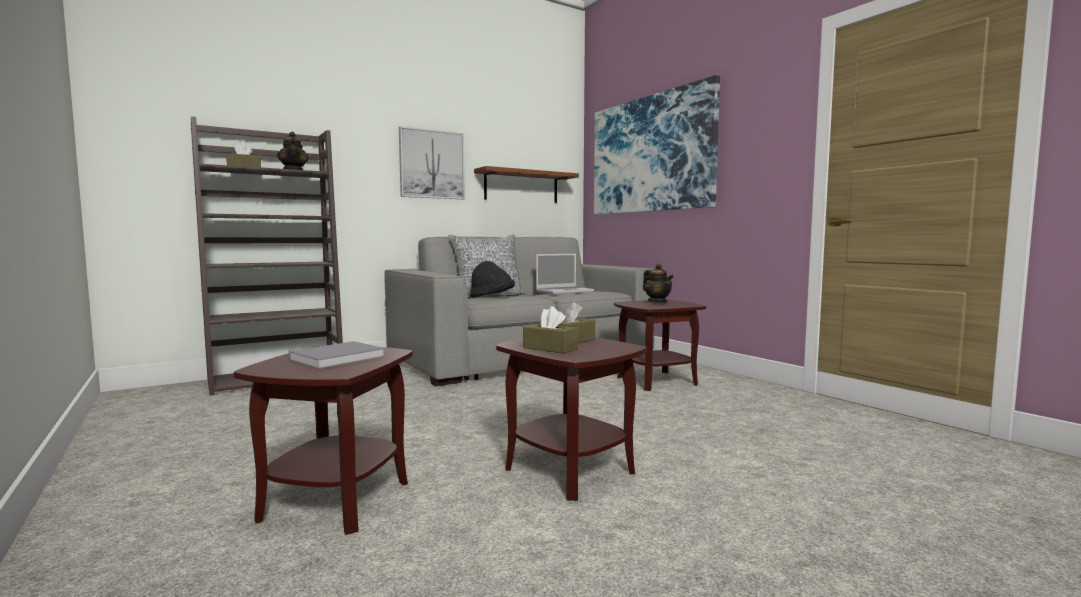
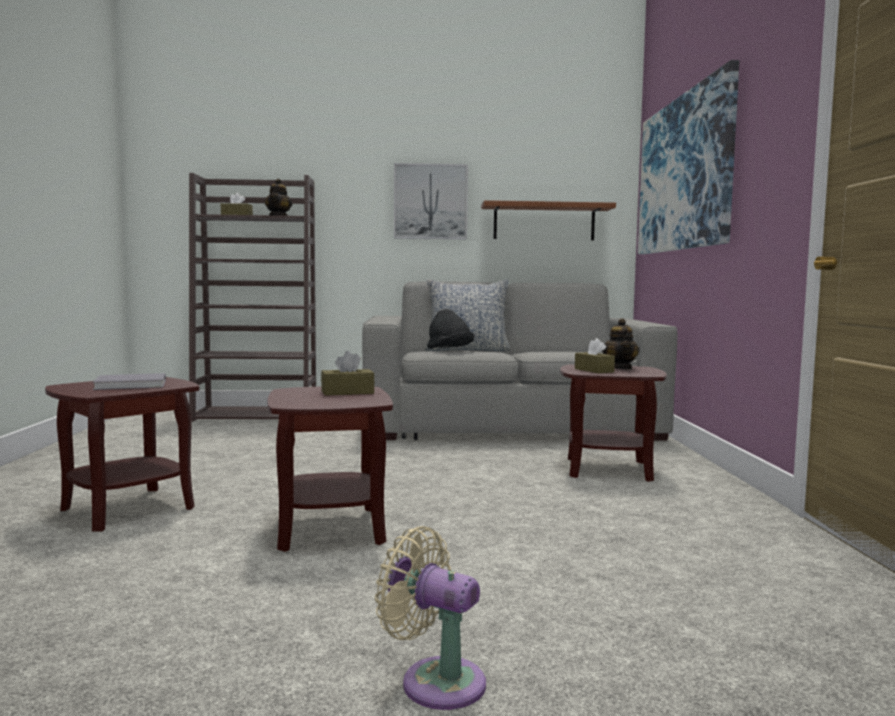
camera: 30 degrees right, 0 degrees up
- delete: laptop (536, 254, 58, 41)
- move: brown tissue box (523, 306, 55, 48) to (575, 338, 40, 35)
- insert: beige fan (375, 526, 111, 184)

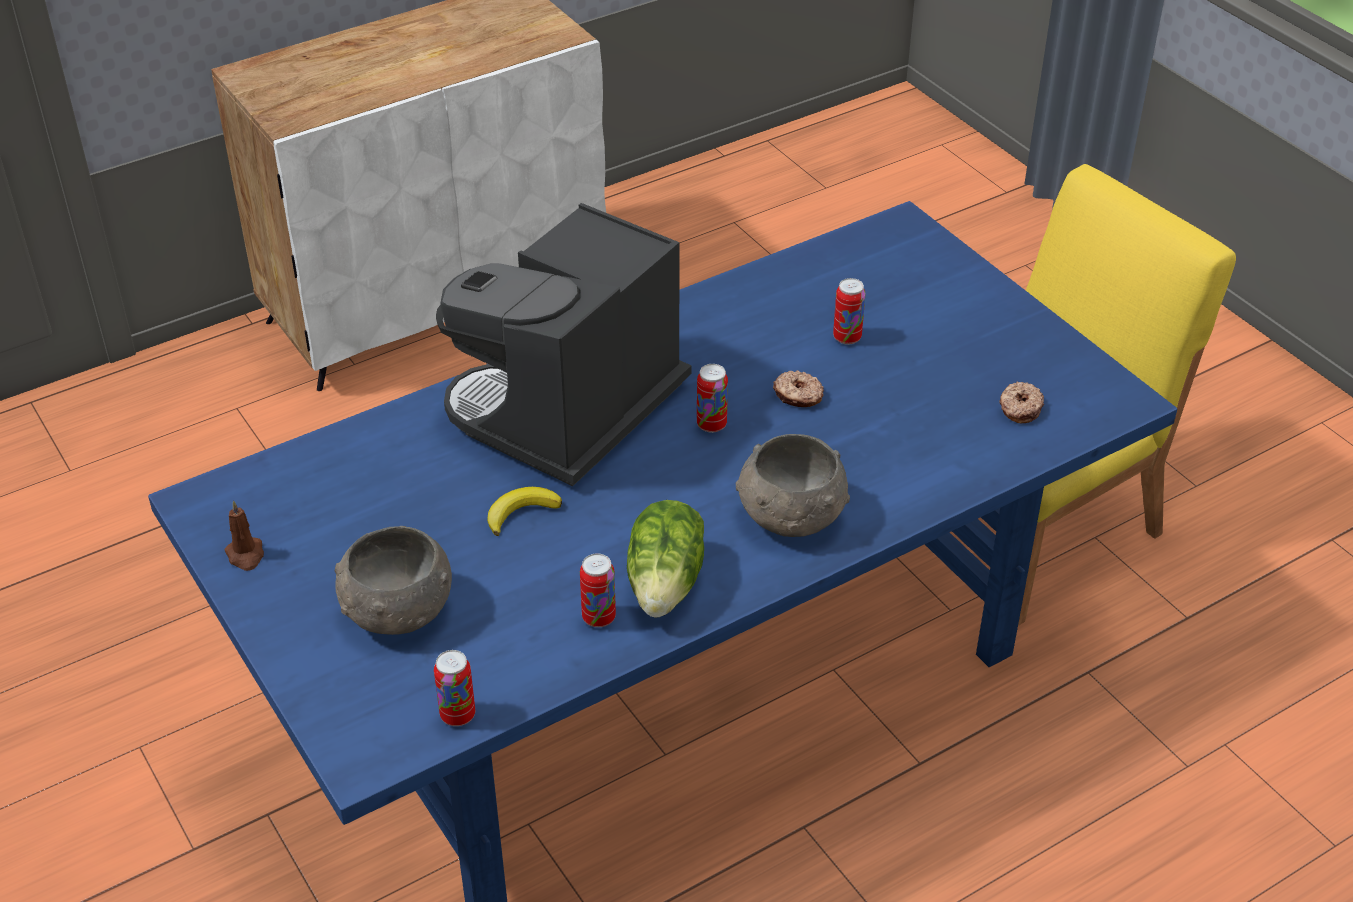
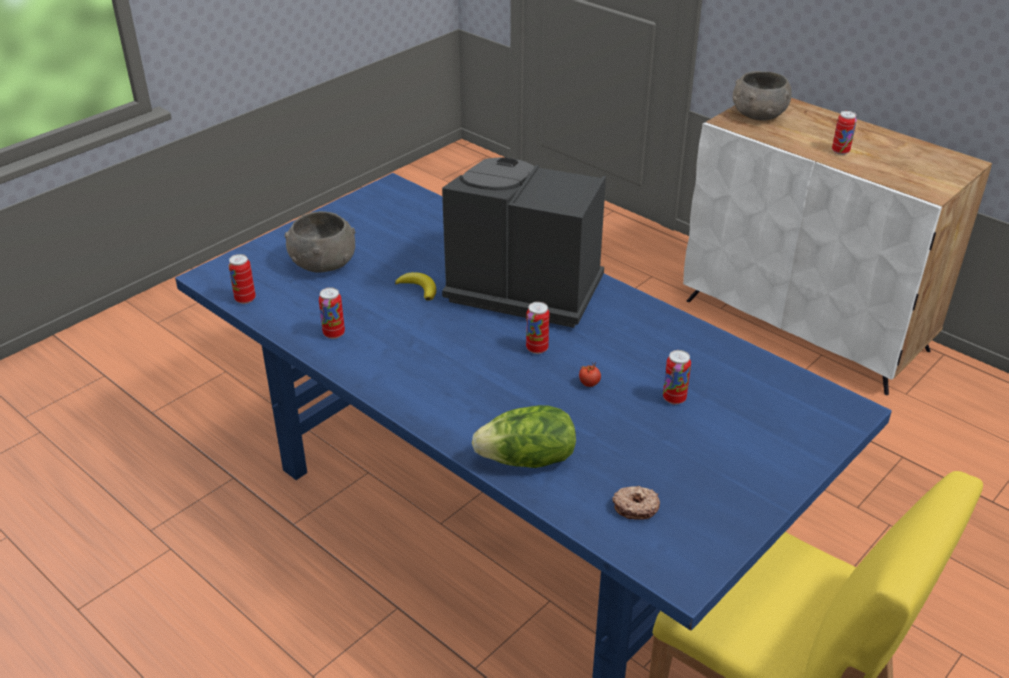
camera: 75 degrees right, 5 degrees down
- replace: ring doughnut (773, 370, 51, 37) to whole tomato (579, 363, 22, 24)
- move: greyish deep dish (736, 434, 114, 103) to (733, 71, 59, 50)
- delete: brown wax candle (224, 500, 40, 71)
- move: lettuce head (627, 500, 77, 117) to (472, 405, 104, 63)
- insert: sealed can (832, 111, 25, 44)

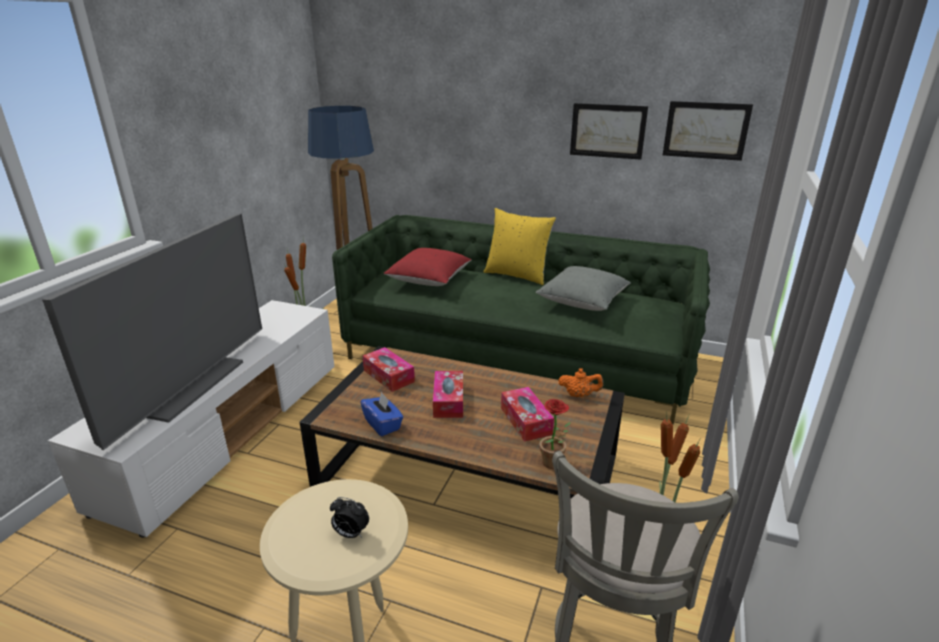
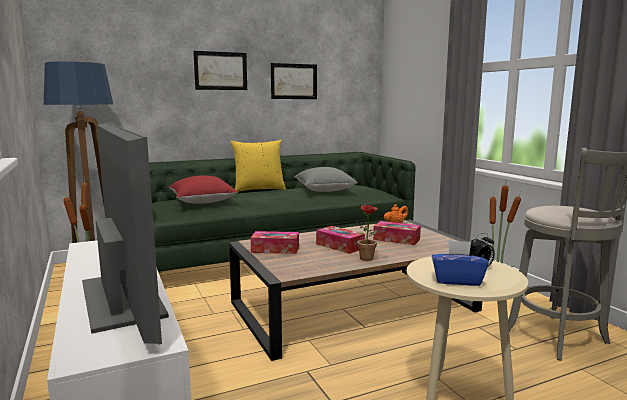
camera: 45 degrees left, 15 degrees down
- move: wall picture (663, 101, 90, 60) to (193, 51, 54, 39)
- move: blue-coloured tissue box (360, 391, 43, 45) to (432, 240, 57, 46)
- move: plant in a pot (538, 399, 33, 70) to (356, 205, 31, 56)

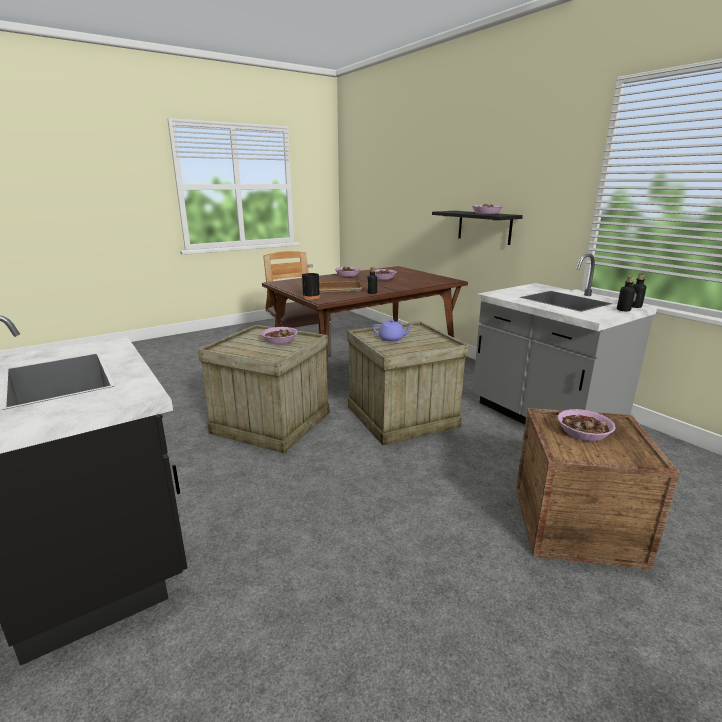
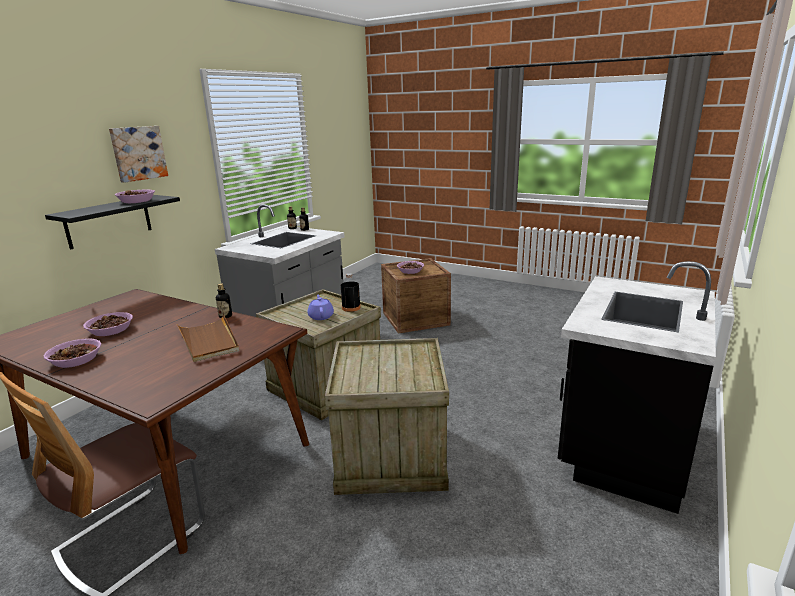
camera: 115 degrees left, 0 degrees up
- move: black-coloured bottle (302, 264, 18, 36) to (341, 273, 20, 39)
- delete: deep dish (261, 327, 37, 17)
- insert: wall picture (109, 126, 59, 57)

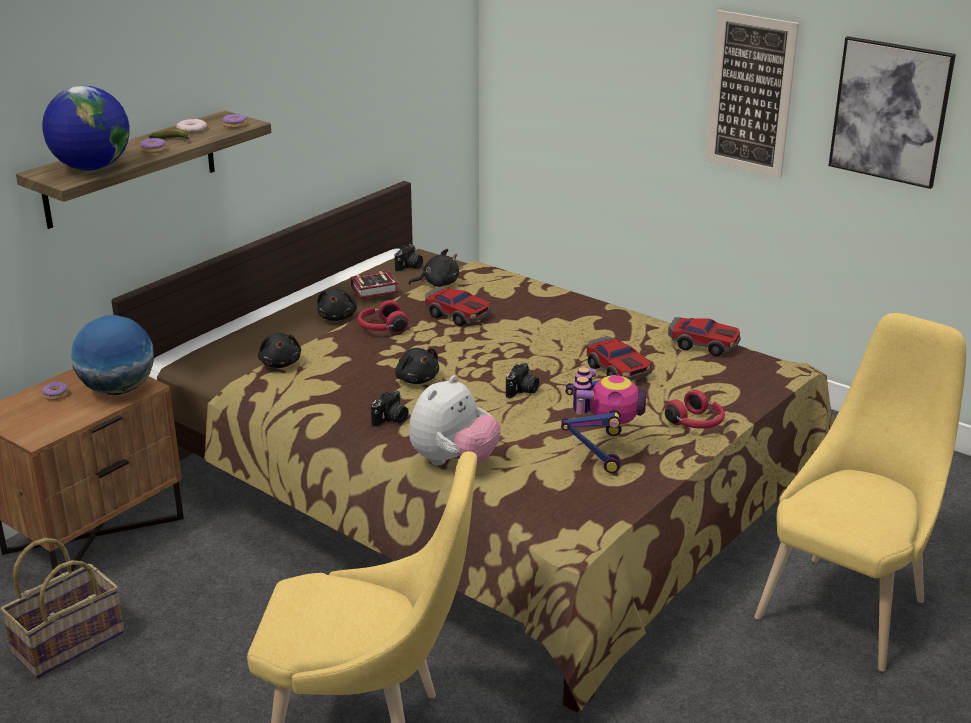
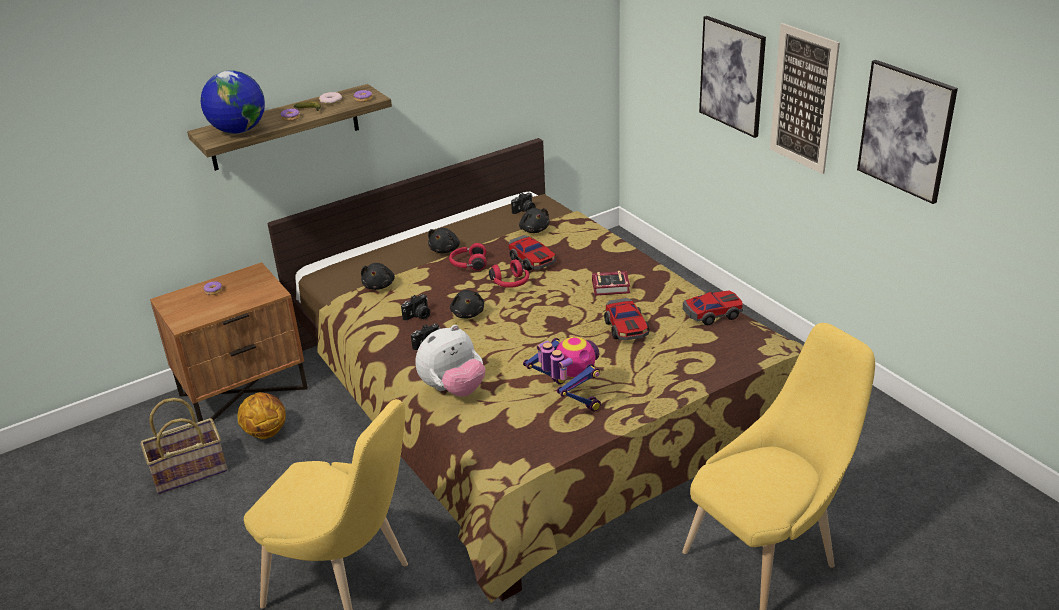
camera: 20 degrees right, 5 degrees up
- rotate: black-coloured cuddly toy (408, 249, 51, 38) = (519, 208, 31, 25) 60 degrees clockwise
- move: book (351, 271, 48, 28) to (592, 271, 38, 25)
- delete: desk globe (71, 315, 83, 80)
- rotate: model car (668, 317, 73, 39) = (683, 291, 60, 34) 60 degrees counterclockwise
- move: photo camera (506, 363, 33, 35) to (401, 294, 29, 27)
- rotate: robot figure (561, 367, 87, 106) = (523, 337, 78, 75) 60 degrees counterclockwise
- move: red headset (665, 389, 60, 40) to (489, 259, 40, 29)
- insert: wall picture (699, 16, 67, 122)
- insert: basketball (237, 392, 49, 47)

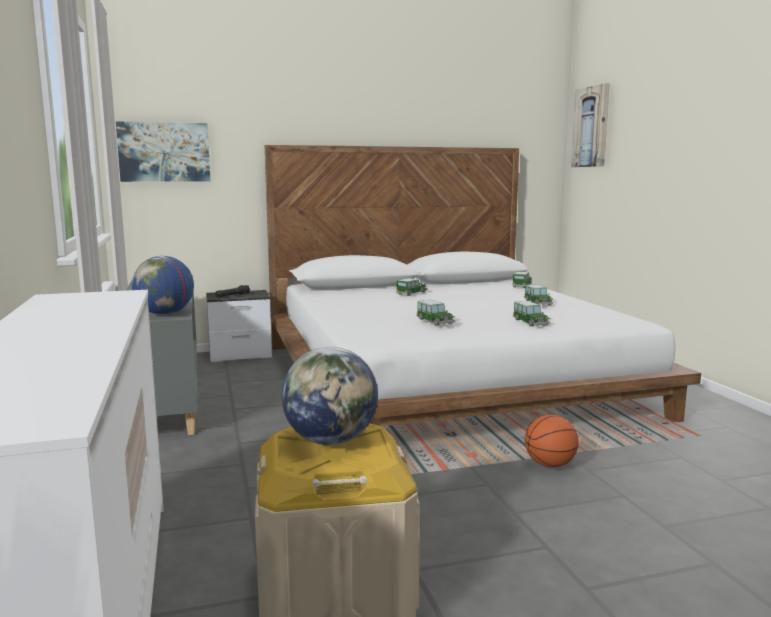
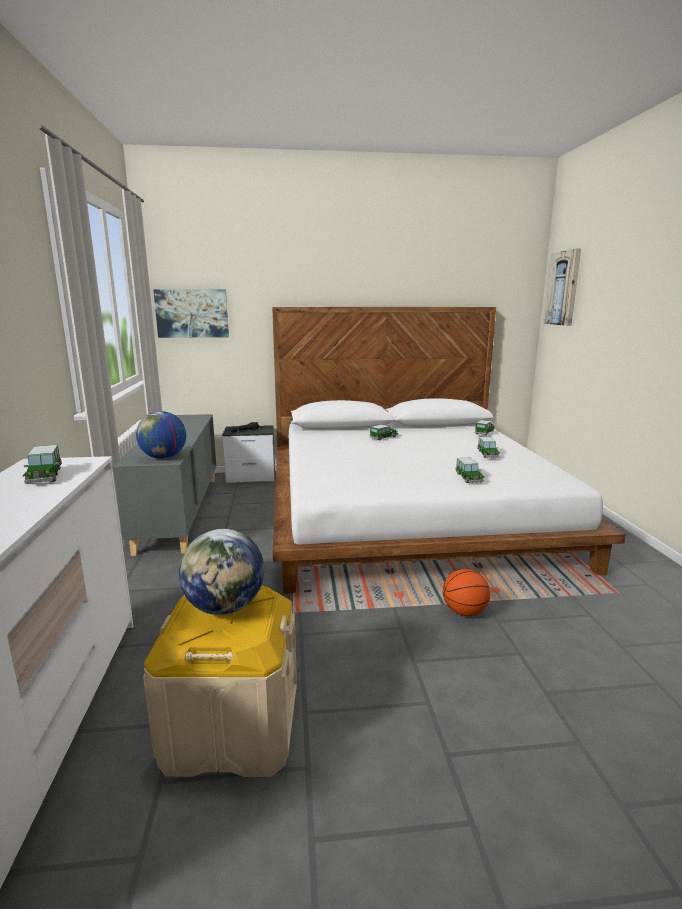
camera: 10 degrees right, 5 degrees up
- move: model car (416, 300, 39, 25) to (23, 445, 39, 39)

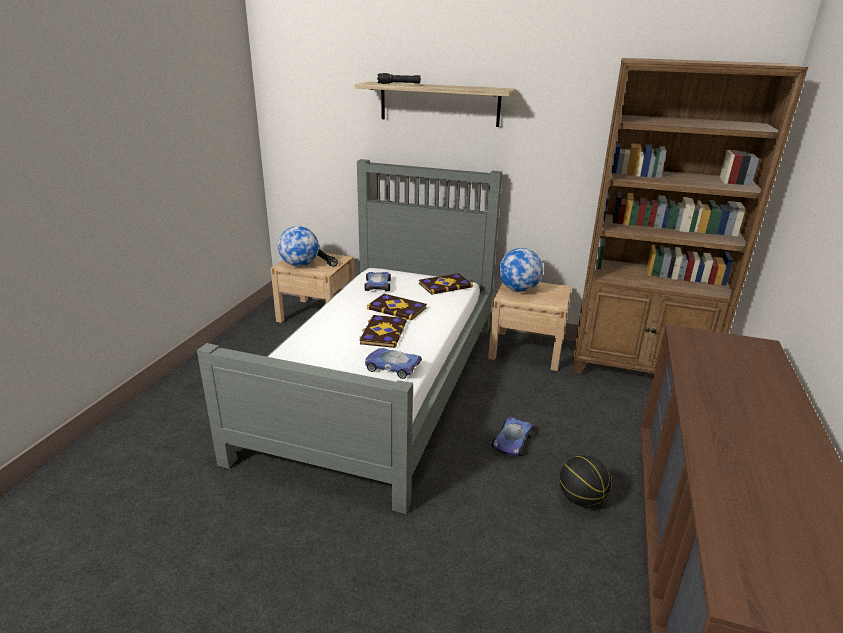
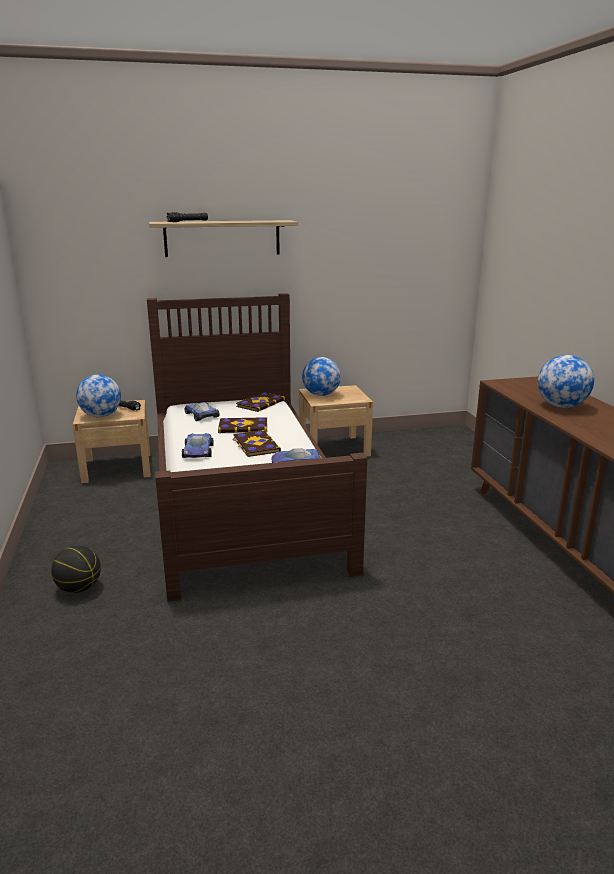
camera: 30 degrees left, 5 degrees down
- delete: brown shelving unit (573, 58, 235, 316)
- recolor: greyish bedroom bed (197, 159, 305, 355) to brown bedroom bed (147, 293, 220, 309)
- move: model car (491, 417, 42, 39) to (182, 433, 31, 25)
- move: basketball (559, 455, 52, 52) to (51, 545, 50, 48)
- insert: desk globe (538, 355, 56, 53)

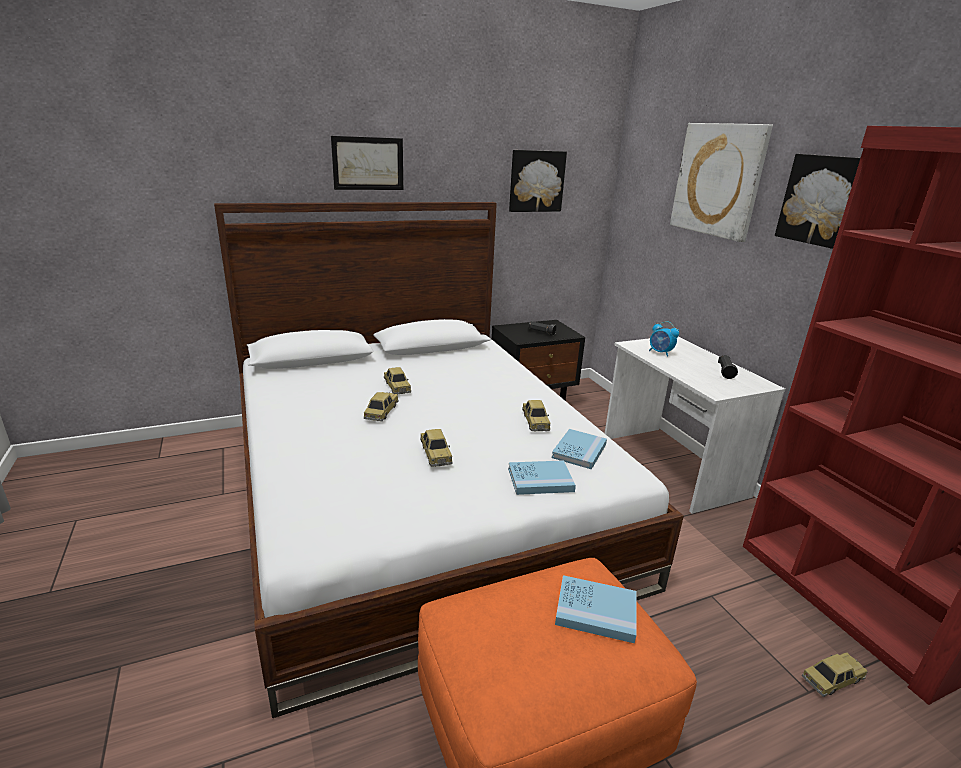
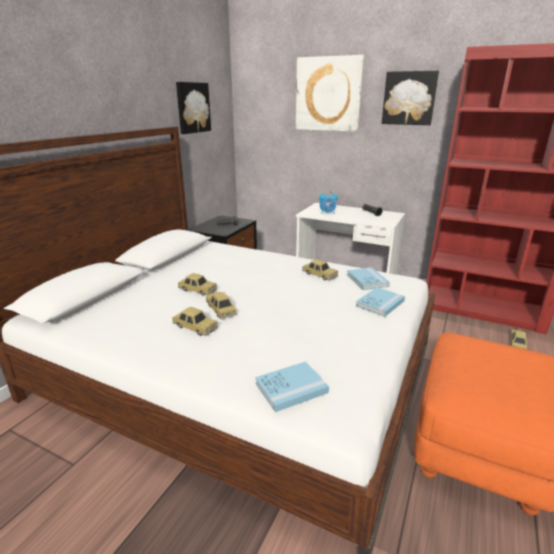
camera: 40 degrees left, 0 degrees up
- delete: wall picture (331, 136, 72, 54)
- move: model car (420, 429, 33, 38) to (172, 307, 46, 29)
- move: blue-coloured book (555, 575, 82, 68) to (255, 361, 74, 51)

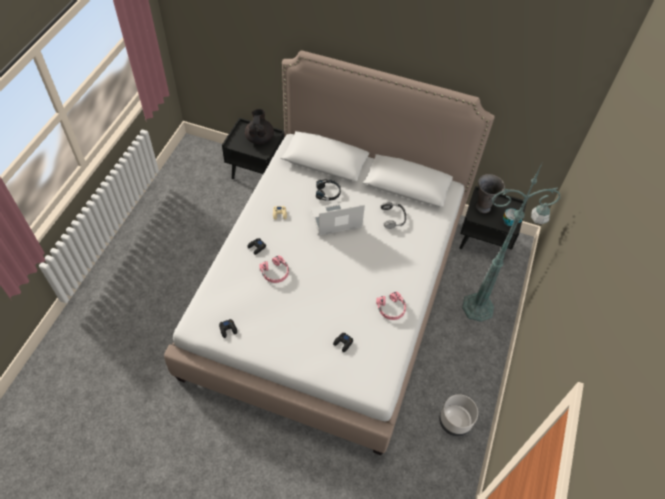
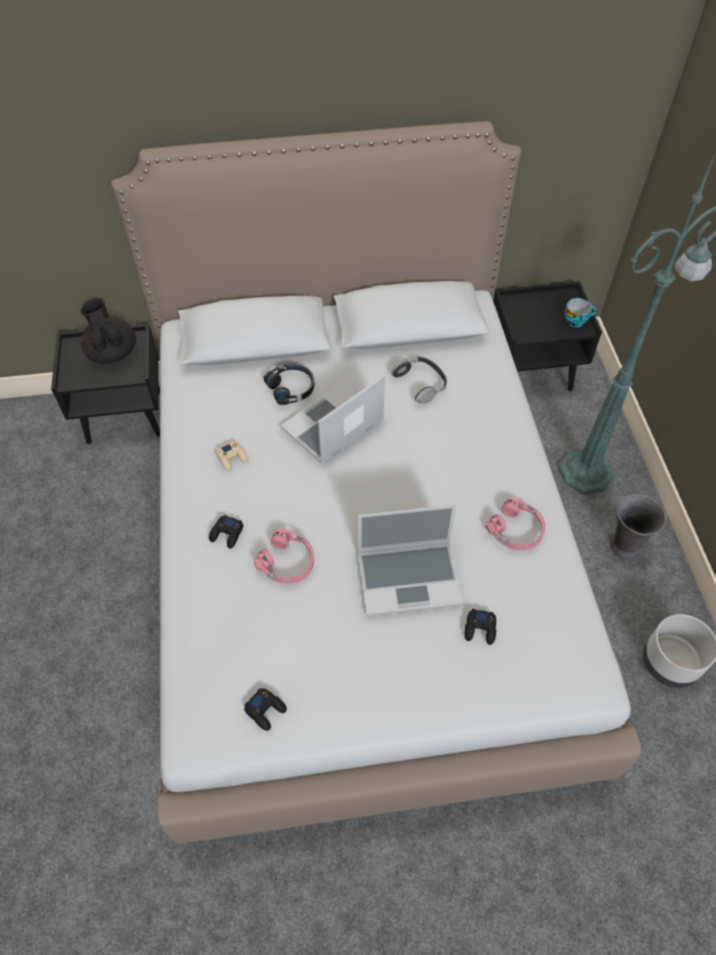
camera: 25 degrees left, 0 degrees up
- move: greyish vase (476, 174, 29, 39) to (610, 494, 57, 65)
- insert: laptop (358, 505, 105, 111)

